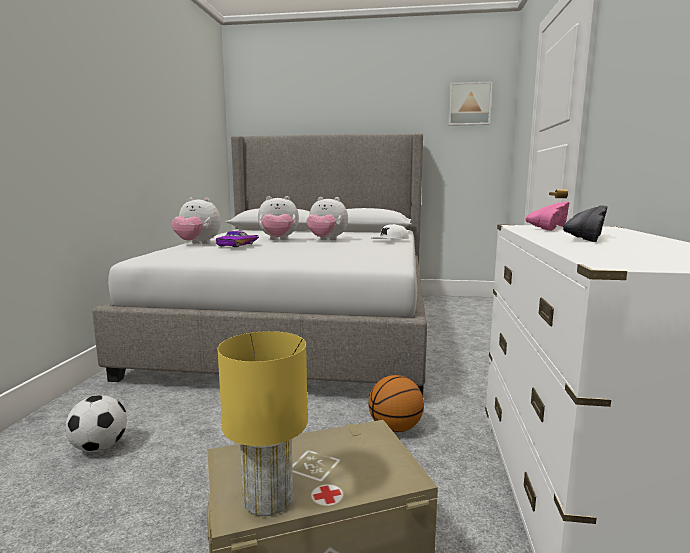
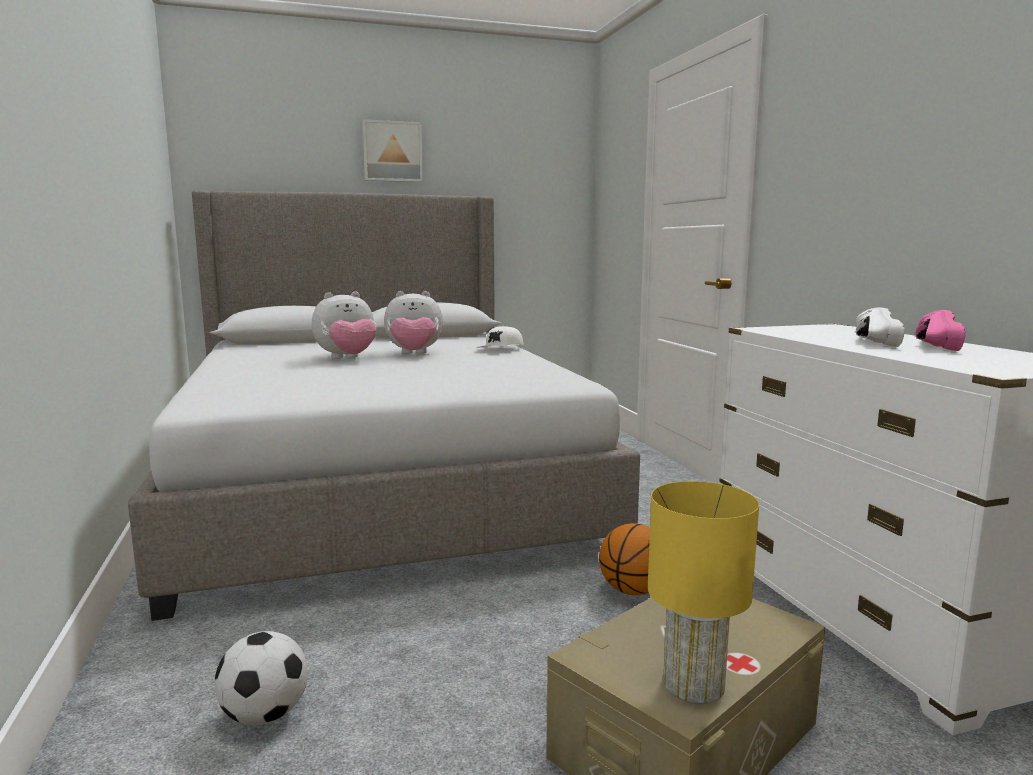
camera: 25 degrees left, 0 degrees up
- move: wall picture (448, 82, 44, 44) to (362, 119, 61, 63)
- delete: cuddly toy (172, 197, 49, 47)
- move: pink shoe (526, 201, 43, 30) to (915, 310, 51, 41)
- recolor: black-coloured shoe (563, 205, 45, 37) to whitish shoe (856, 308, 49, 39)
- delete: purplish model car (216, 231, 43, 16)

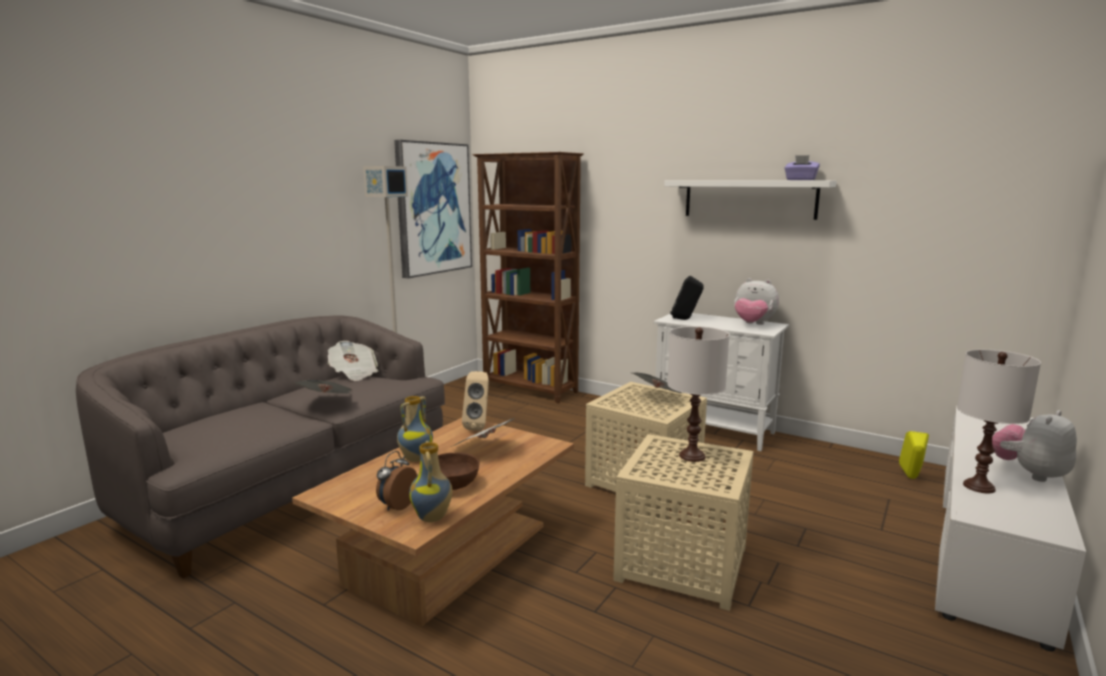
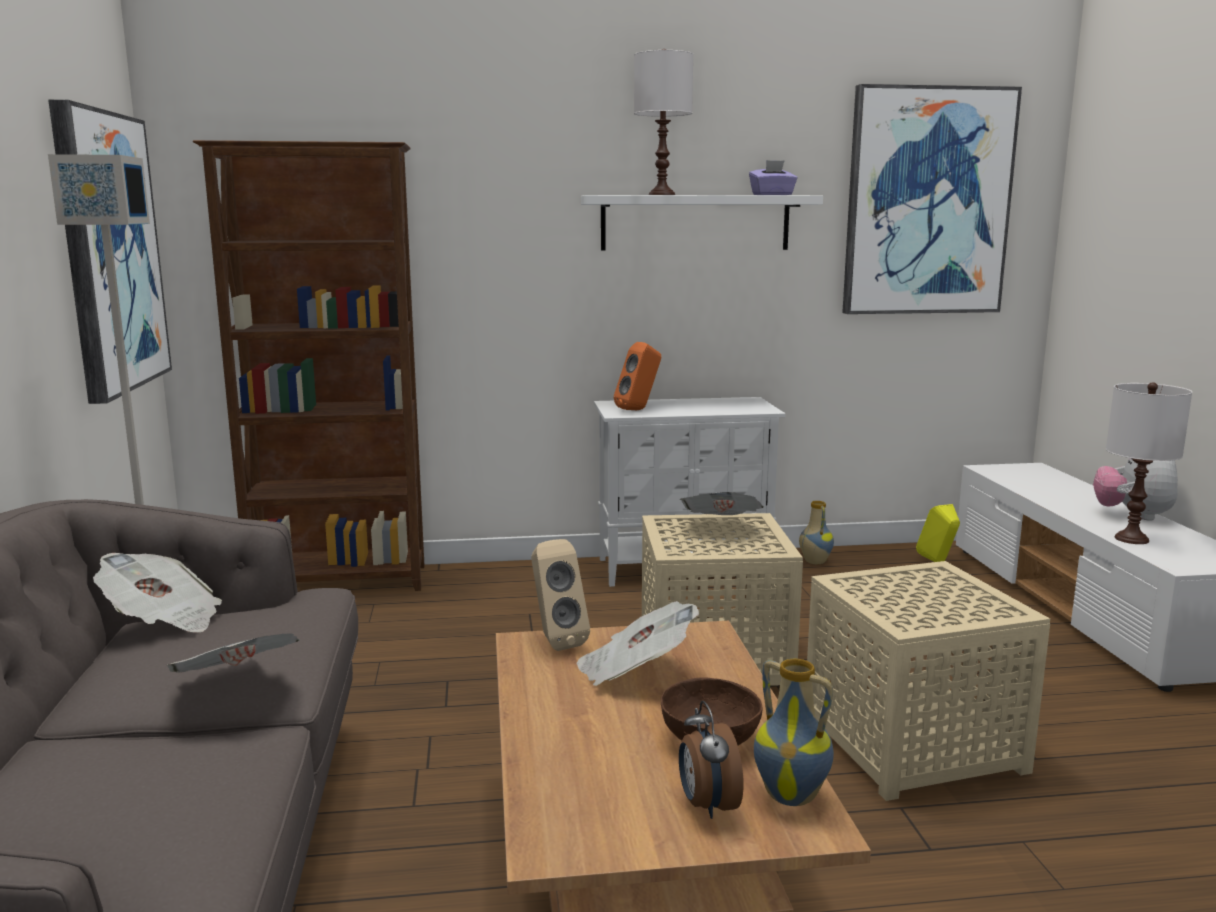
camera: 40 degrees left, 0 degrees up
- recolor: black-coloured speaker (671, 276, 33, 44) to orange-coloured speaker (614, 342, 47, 68)
- delete: cuddly toy (734, 278, 45, 47)
- move: whitish tabletop lamp (667, 326, 63, 136) to (634, 49, 59, 146)
- move: vase (397, 396, 36, 66) to (799, 500, 35, 64)
- insert: wall picture (842, 84, 180, 230)

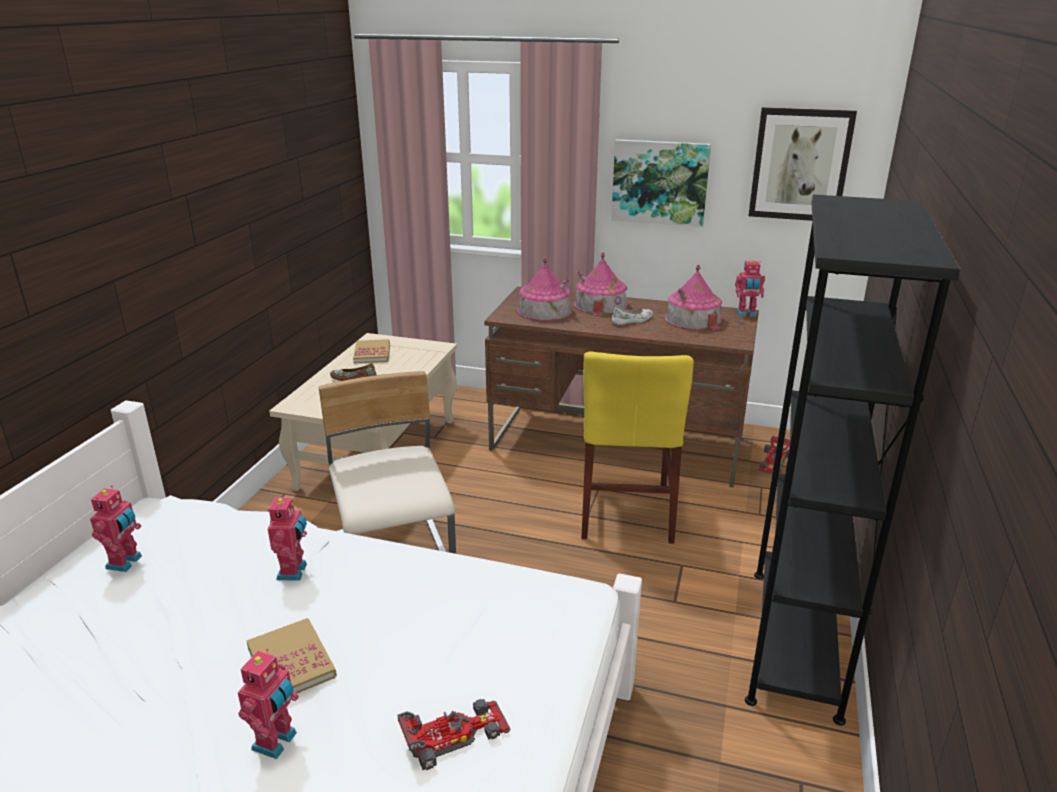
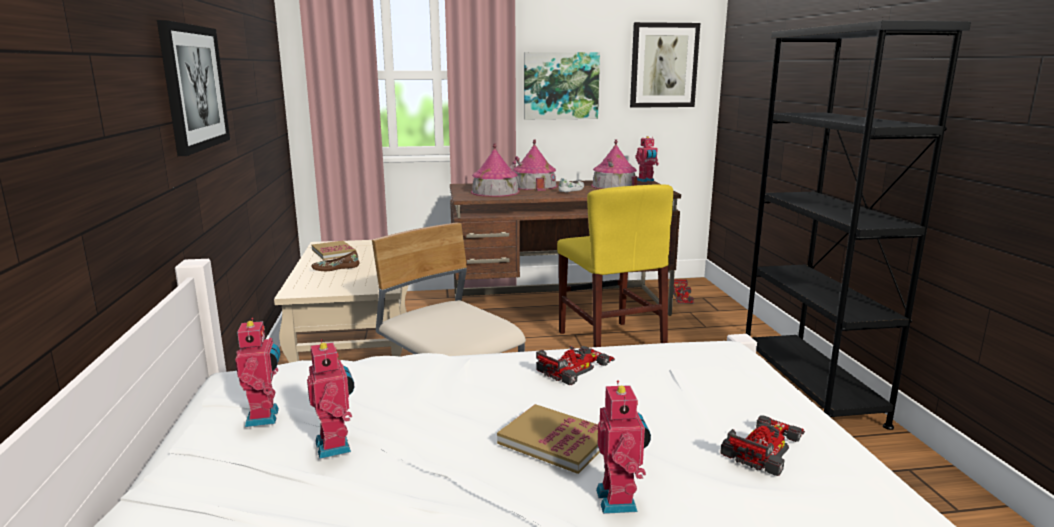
camera: 25 degrees left, 10 degrees down
- move: robot figure (268, 494, 39, 87) to (307, 339, 47, 120)
- insert: wall picture (157, 20, 73, 136)
- insert: model car (536, 346, 79, 39)

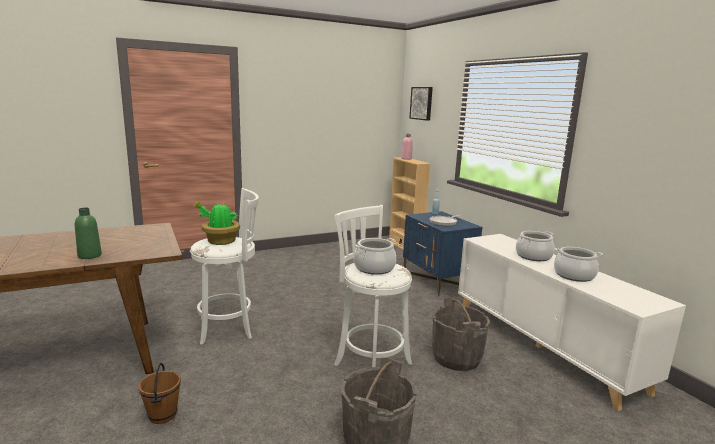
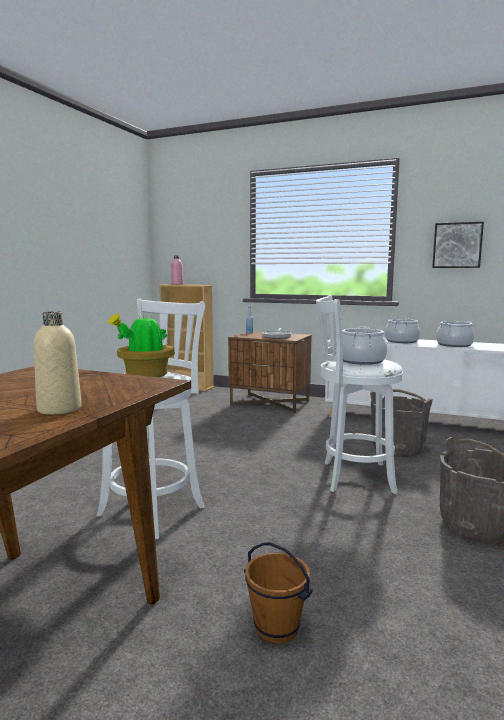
camera: 40 degrees left, 5 degrees down
- move: wall picture (409, 87, 24, 34) to (432, 222, 52, 46)
- recolor: greenish bottle (75, 208, 27, 51) to beige bottle (34, 312, 48, 103)
- recolor: blue-coloured nightstand (403, 211, 80, 85) to brown nightstand (228, 332, 84, 82)

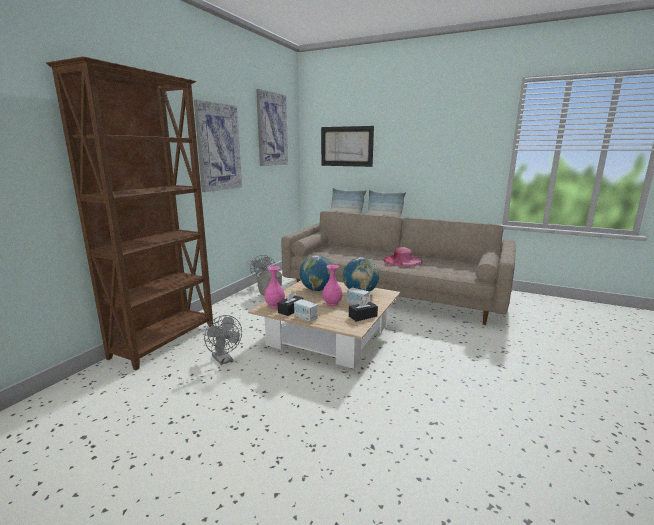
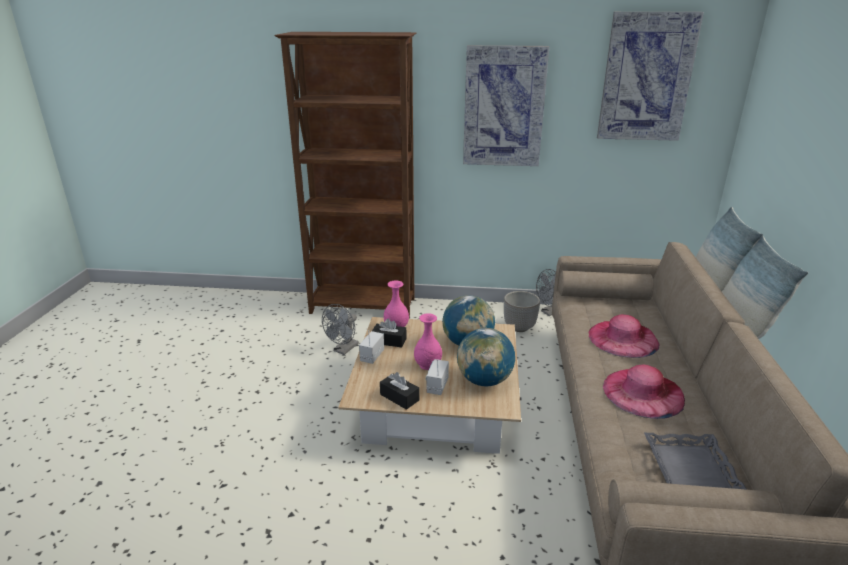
camera: 70 degrees right, 10 degrees up
- delete: wall picture (321, 126, 53, 41)
- insert: pink wearable hat (589, 314, 71, 44)
- insert: greyish carrying tray (644, 433, 103, 57)

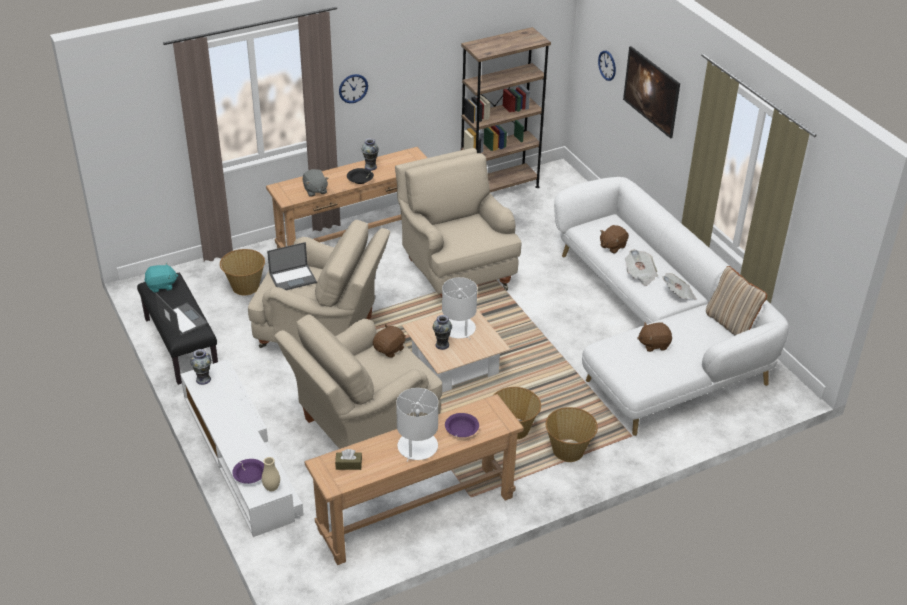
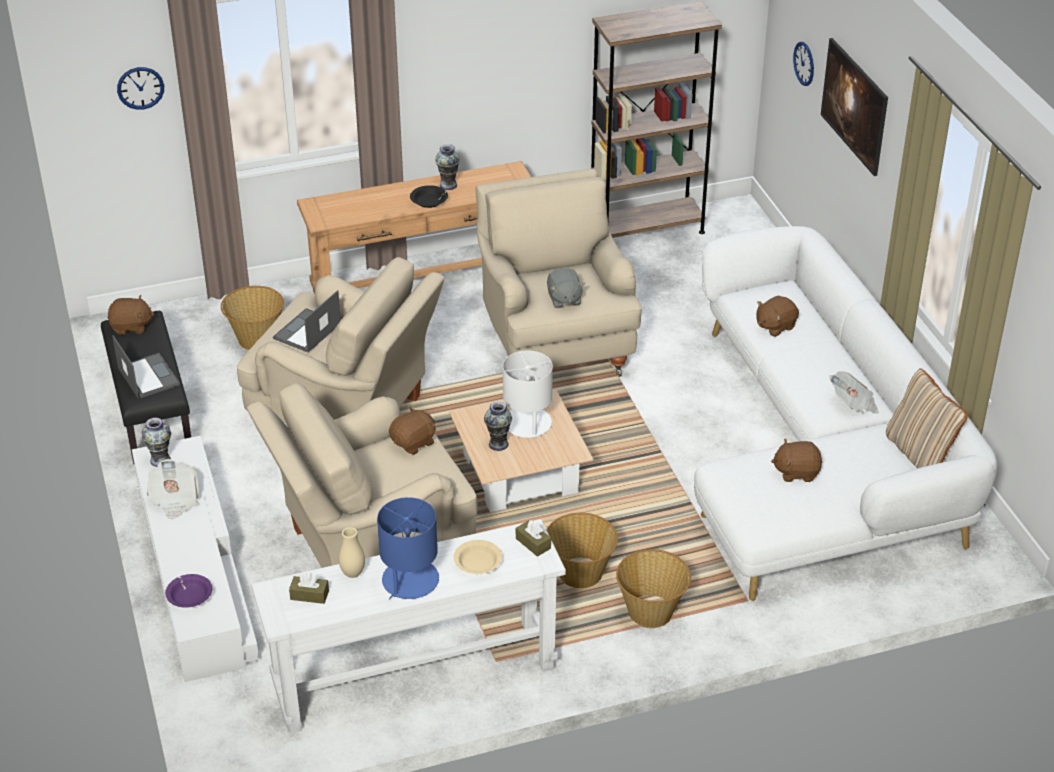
camera: 10 degrees right, 0 degrees up
- move: hanging clock (339, 74, 29, 29) to (117, 67, 47, 43)
- move: greyish cuddly toy (302, 169, 27, 28) to (547, 268, 38, 40)
- rotate: laptop (267, 242, 50, 48) = (273, 290, 68, 62) 135 degrees clockwise
- move: newspaper (625, 249, 33, 37) to (147, 459, 52, 60)
- recolor: blue-green cuddly toy (144, 263, 34, 29) to brown cuddly toy (107, 295, 47, 40)
- recolor: whitish tabletop lamp (396, 388, 42, 74) to blue-coloured tabletop lamp (377, 497, 62, 103)
- recolor: brown console table (305, 394, 219, 171) to whitish console table (251, 519, 315, 215)
- recolor: purplish deep dish (445, 413, 34, 24) to beige deep dish (453, 540, 49, 34)
- move: beige vase (262, 457, 18, 34) to (339, 527, 26, 51)
- insert: brown tissue box (516, 520, 35, 37)

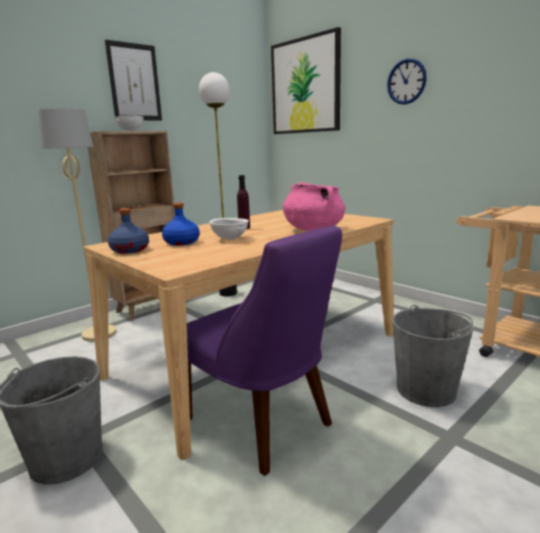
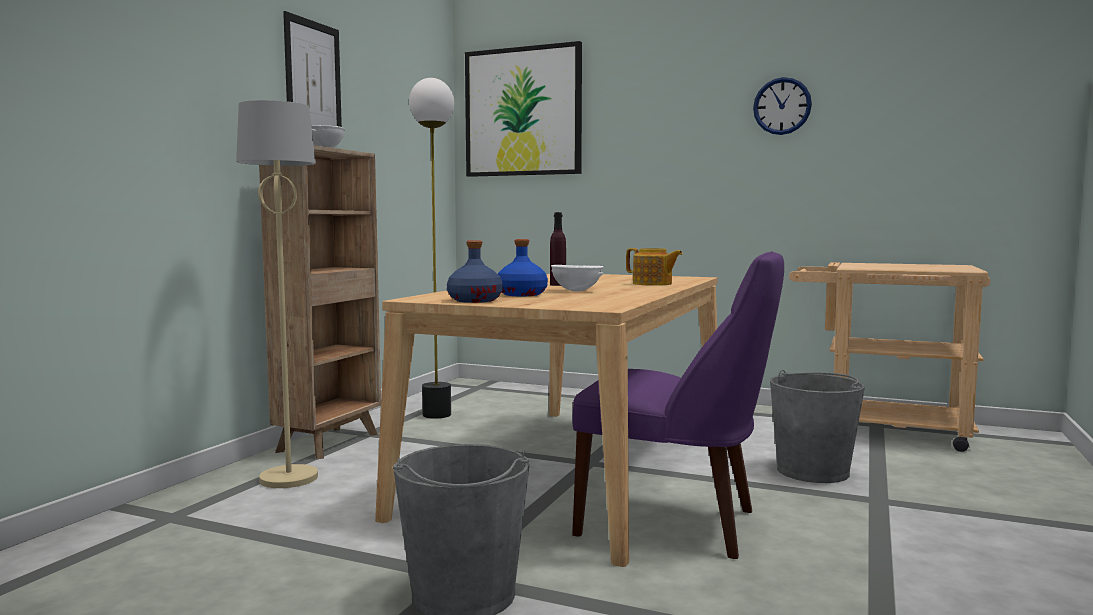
camera: 25 degrees left, 10 degrees down
- move: hanging clock (387, 58, 40, 46) to (753, 77, 59, 58)
- replace: pink saucepot (283, 182, 62, 49) to teapot (626, 248, 57, 38)

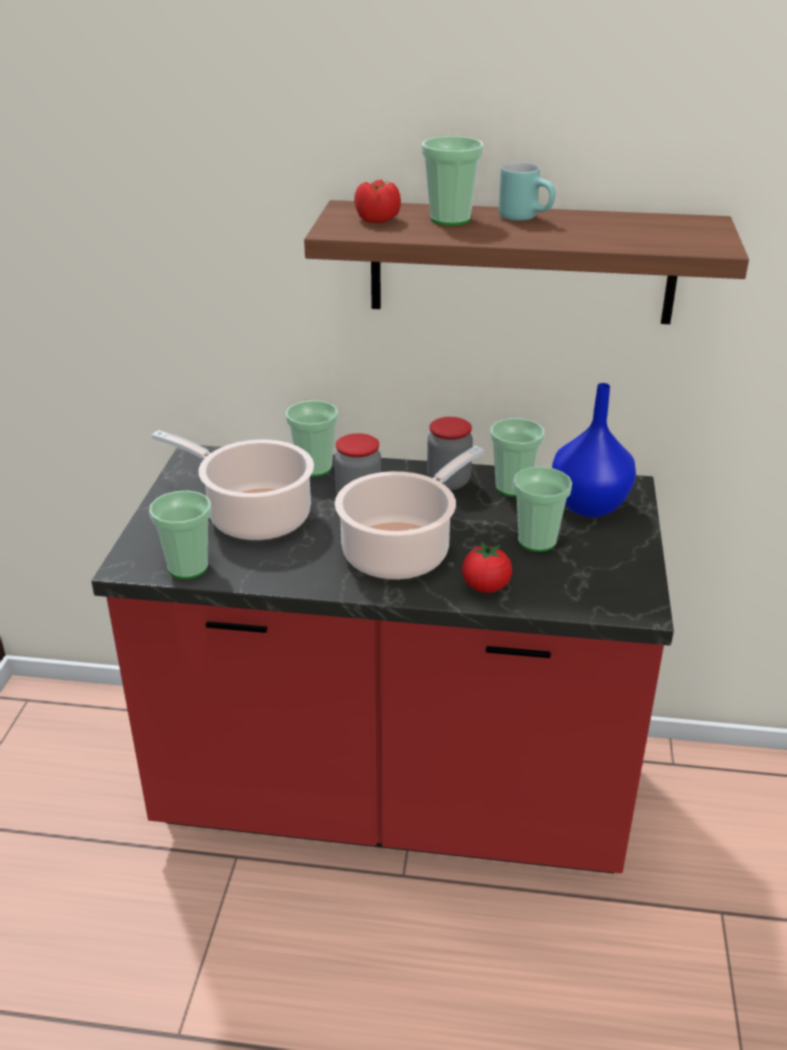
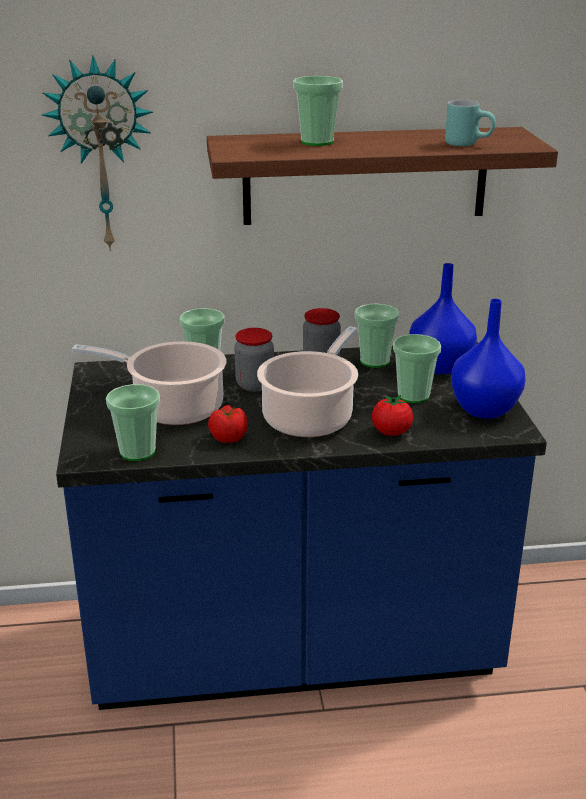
camera: 15 degrees left, 5 degrees down
- move: blue-green tea mug (499, 162, 56, 59) to (445, 100, 51, 46)
- move: whole tomato (354, 179, 47, 44) to (208, 405, 40, 38)
- recolor: red kitchen counter (92, 445, 582, 429) to blue-coloured kitchen counter (56, 342, 491, 368)
- insert: hanging clock (42, 56, 111, 195)
- insert: blue-coloured vase (451, 299, 74, 120)

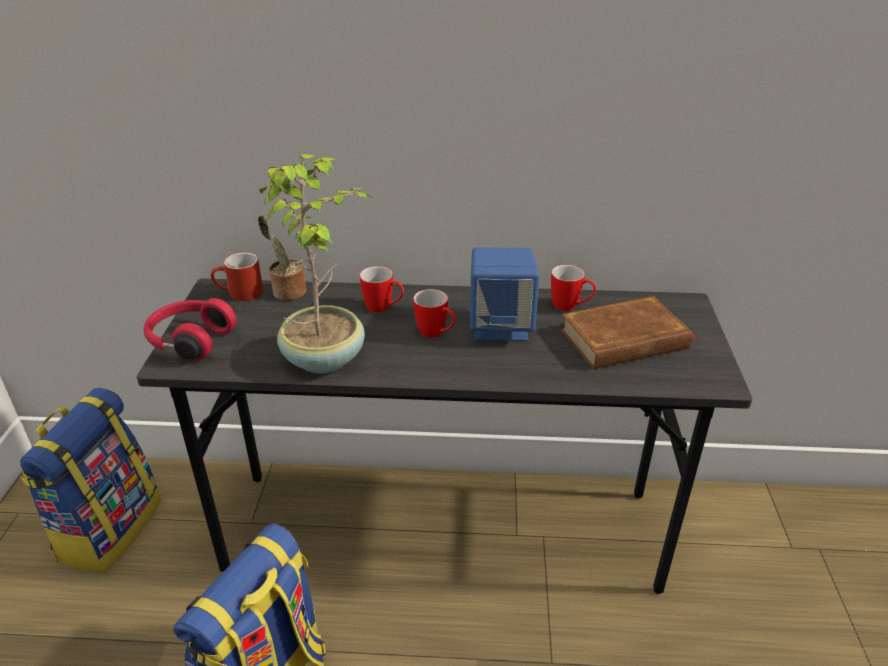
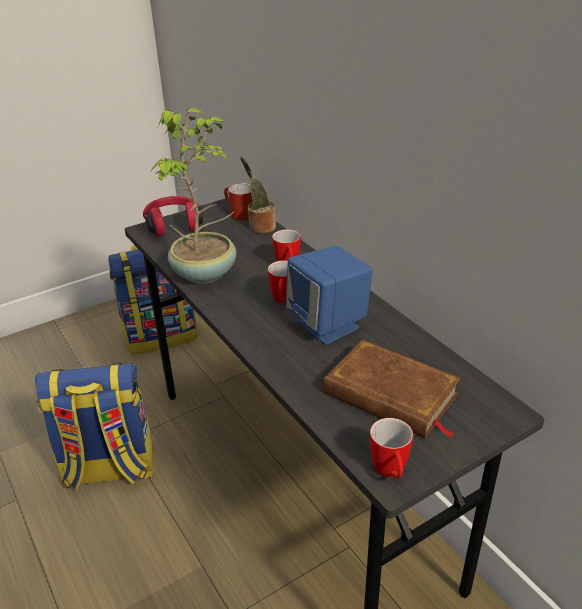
camera: 55 degrees right, 0 degrees up
- move: tea mug (551, 265, 45, 46) to (370, 418, 43, 61)

